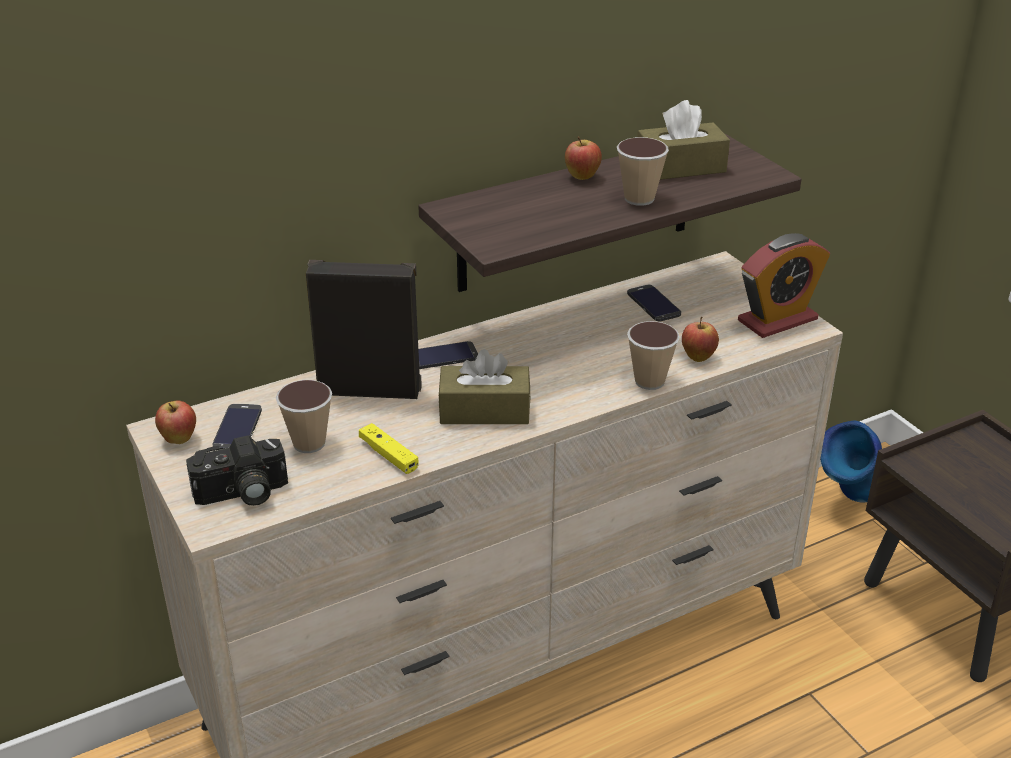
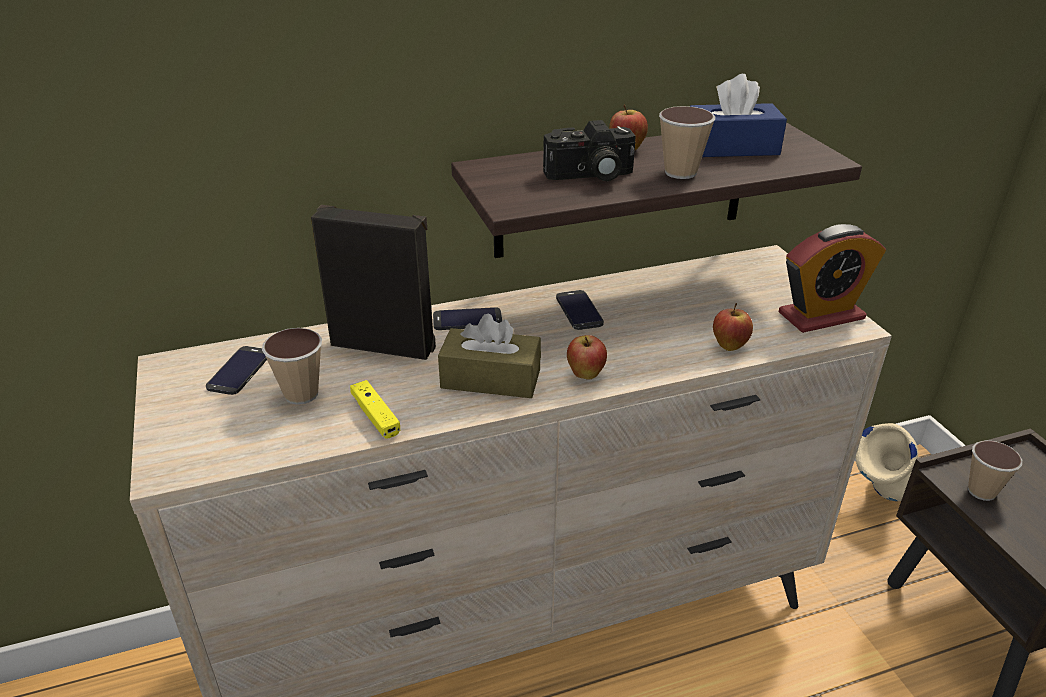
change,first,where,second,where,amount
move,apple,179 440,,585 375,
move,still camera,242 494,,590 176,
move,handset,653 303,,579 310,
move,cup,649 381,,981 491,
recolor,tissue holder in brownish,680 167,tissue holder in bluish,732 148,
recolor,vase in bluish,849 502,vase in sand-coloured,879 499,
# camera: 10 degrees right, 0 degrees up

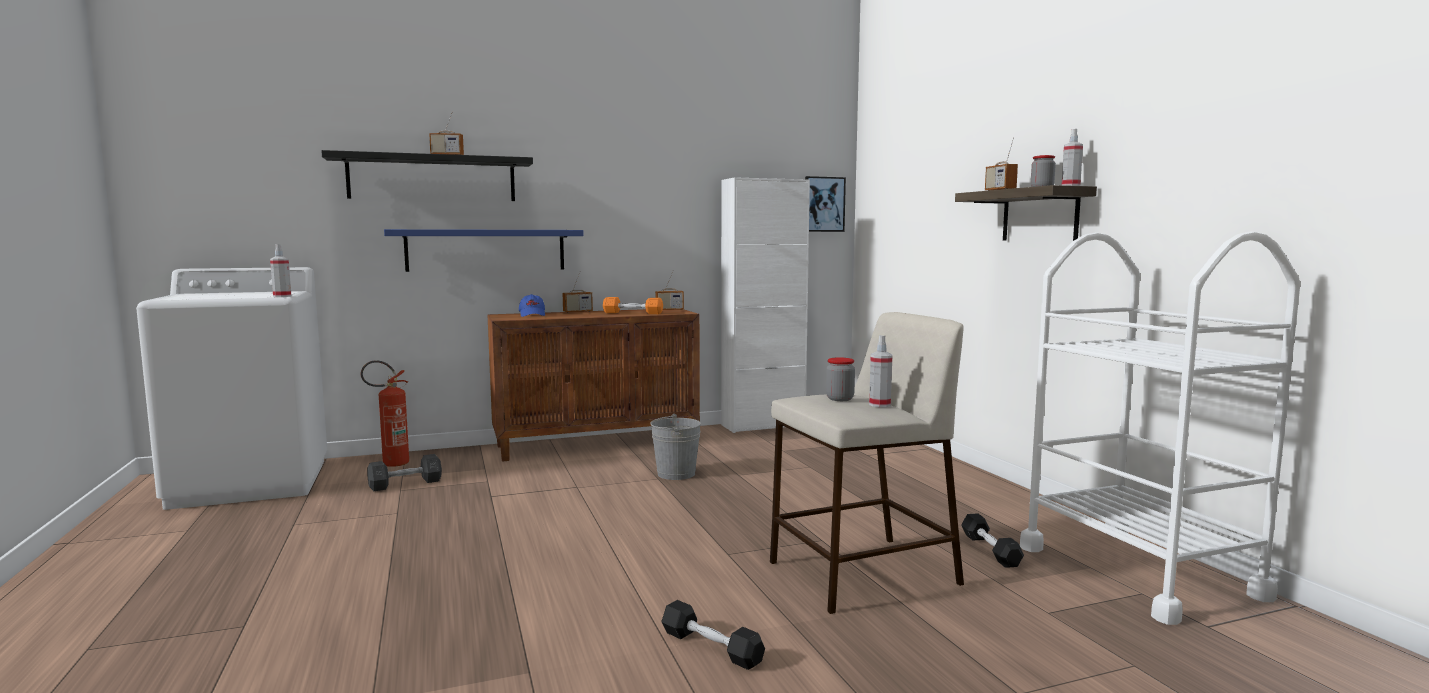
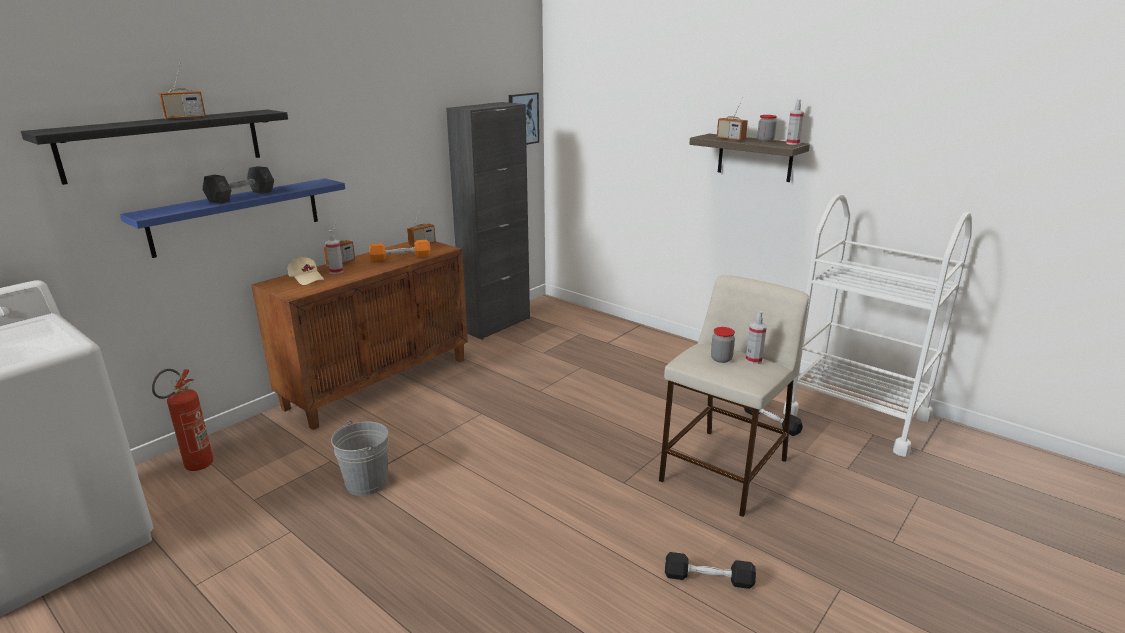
change,first,where,second,where,amount
move,sprayer,282 296,,336 271,
move,dumbbell in grey,405 484,,241 196,
recolor,peaked cap in bluish,532 315,peaked cap in sand-coloured,307 278,
move,bucket in grey,676 474,,366 483,
recolor,cabinet in white-coloured,763 425,cabinet in blackish,496 324,
# camera: 30 degrees left, 15 degrees up

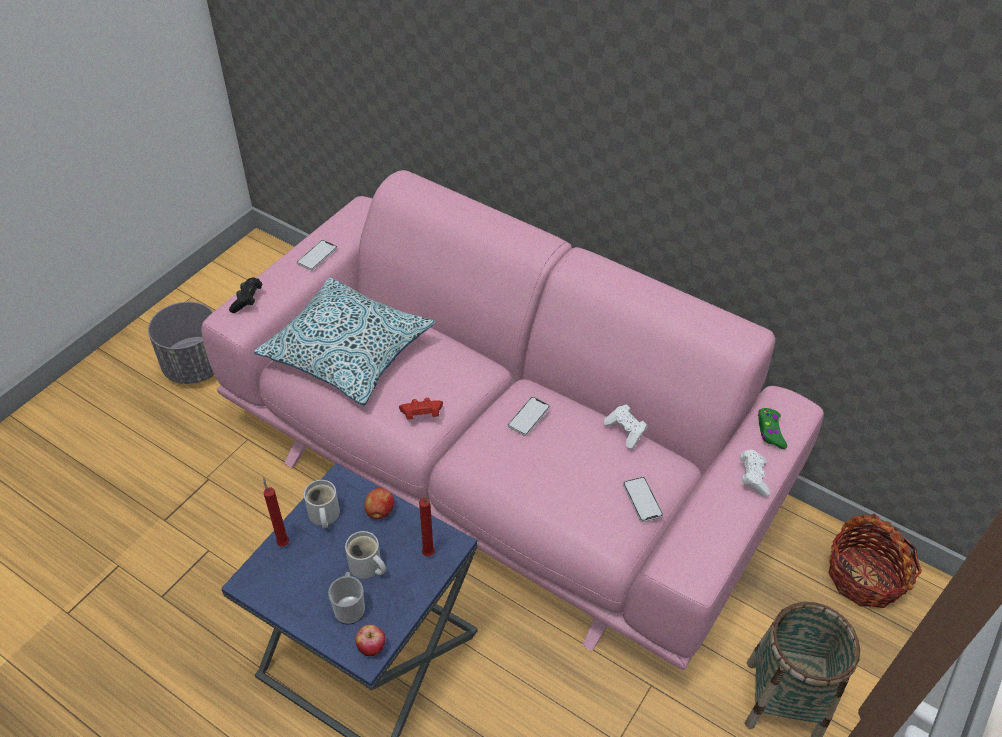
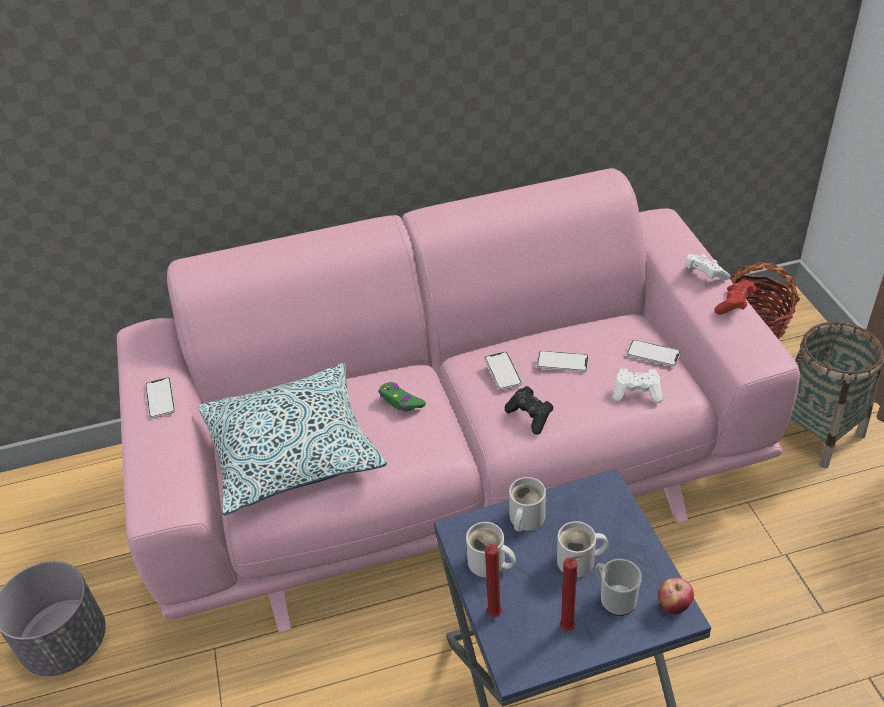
change,first,where,second,where,amount
move,game controller in blackish,247 301,,530 416,
replace,apple,379 511,coffee mug in white-coloured,524 519,
move,game controller in red,421 415,,734 305,
move,wax candle in red,429 555,,570 628,
move,game controller in white-coloured,625 431,,637 393,
move,game controller in green,770 431,,401 401,
insert,,,handset,562 362,
# camera: 45 degrees left, 5 degrees down

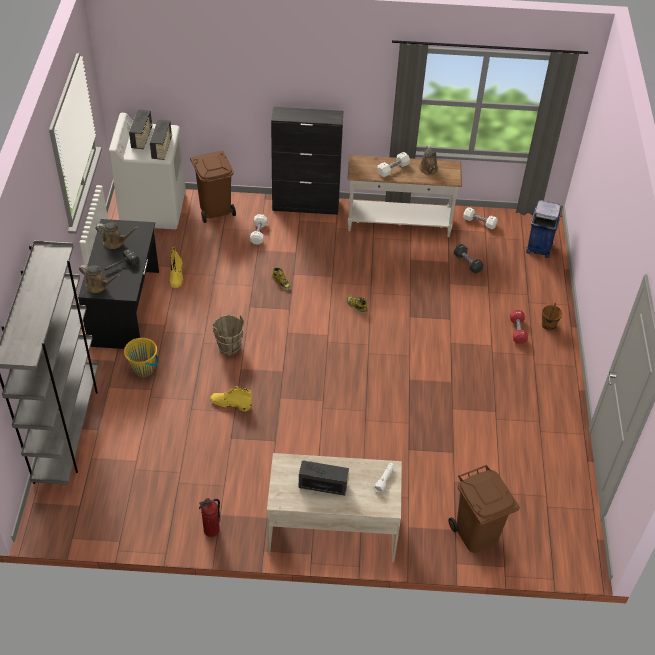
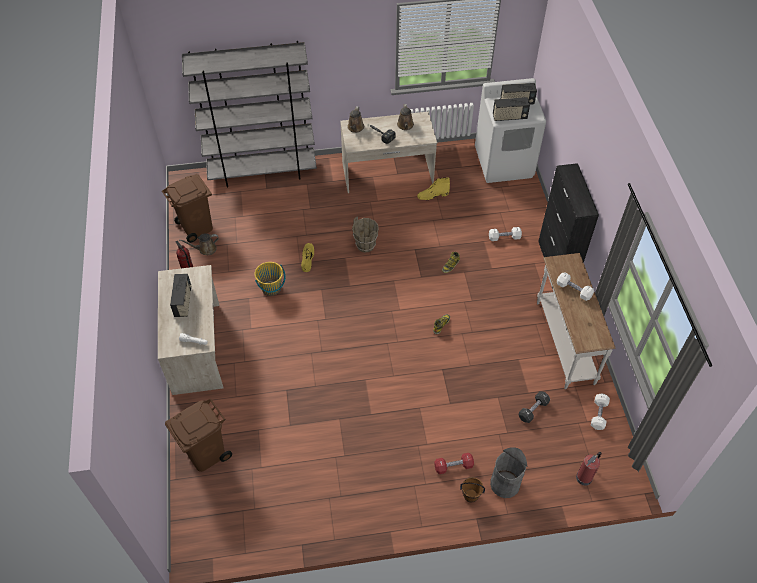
change,first,where,second,where,amount
recolor,desk unit in blackish,126 308,desk unit in sand-coloured,387 174,
move,bucket in yellow,143 369,,271 288,
move,rubbish bin in brownish,216 209,,197 227,
move,watering pot in brownish,428 170,,205 249,
replace,rubbish bin in bluish,538 247,fire-fighting cylinder,584 477,
insert,,,rubbish bin in grey,505 484,
# camera: 80 degrees right, 5 degrees up

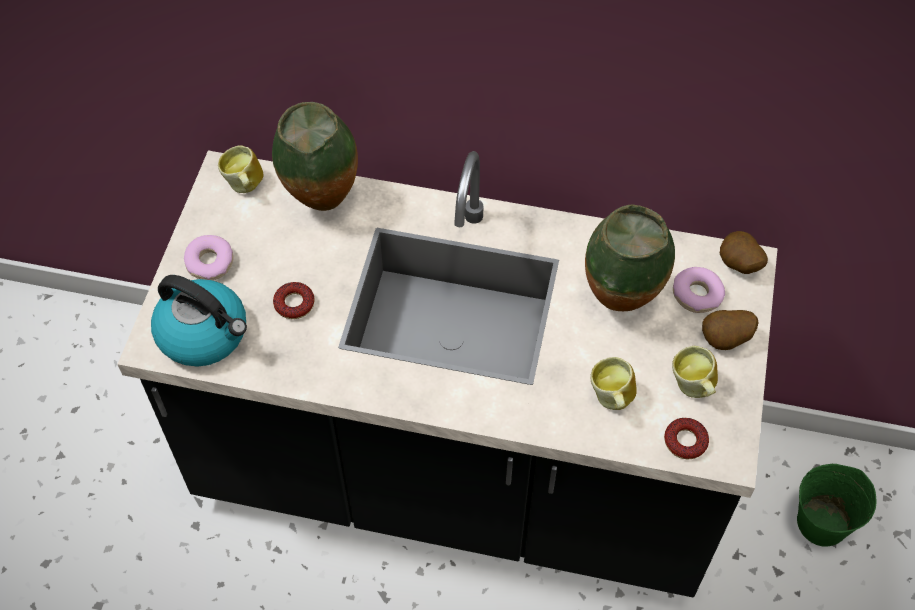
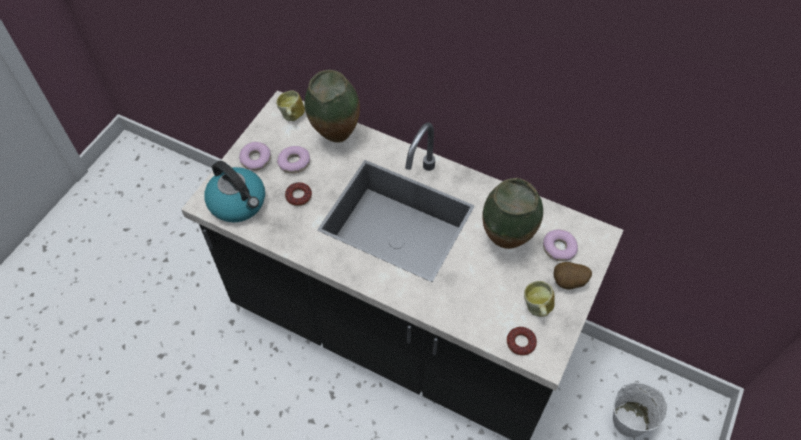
change,first,where,second,where,amount
delete,coffee mug,611 400,,,
delete,spud,738 266,,,
recolor,bucket in green,823 522,bucket in white-coloured,630 420,
insert,,,ring doughnut,294 163,
# camera: 15 degrees right, 0 degrees up

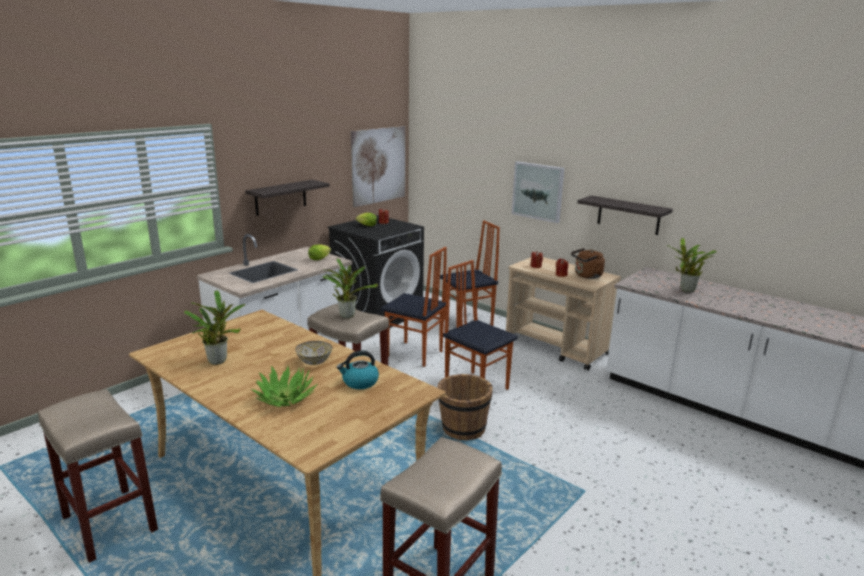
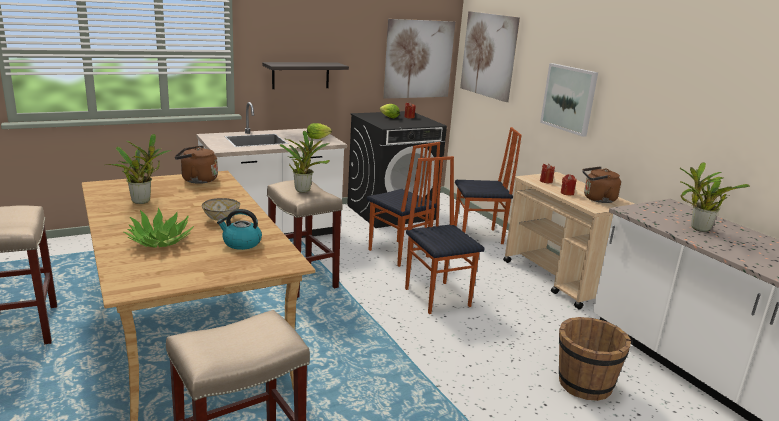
change,first,where,second,where,amount
move,bucket in brownish,463 429,,584 384,
delete,bracket shelf,628 215,,,
insert,,,tea kettle in brownish,197 180,
insert,,,wall picture,488 55,
# camera: 20 degrees right, 0 degrees up

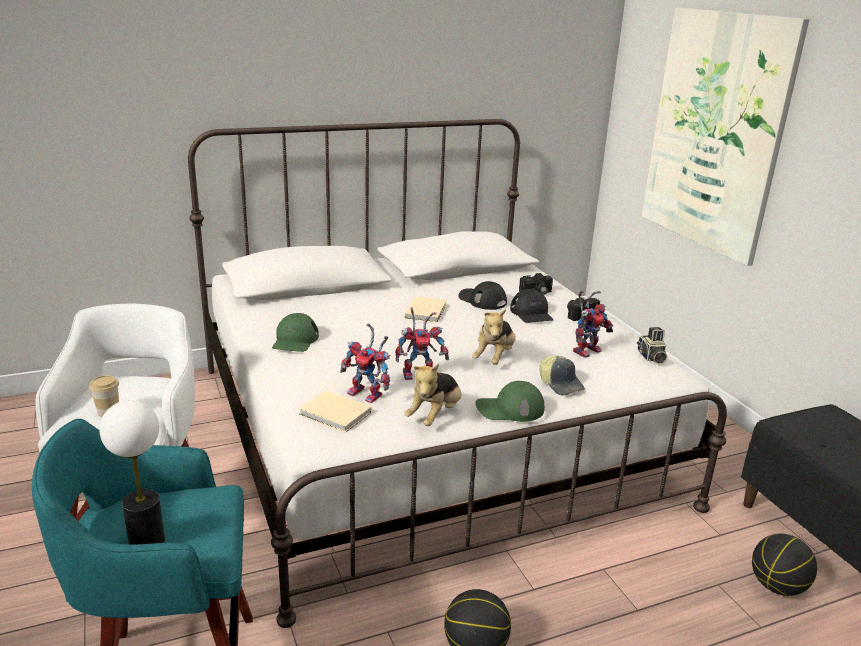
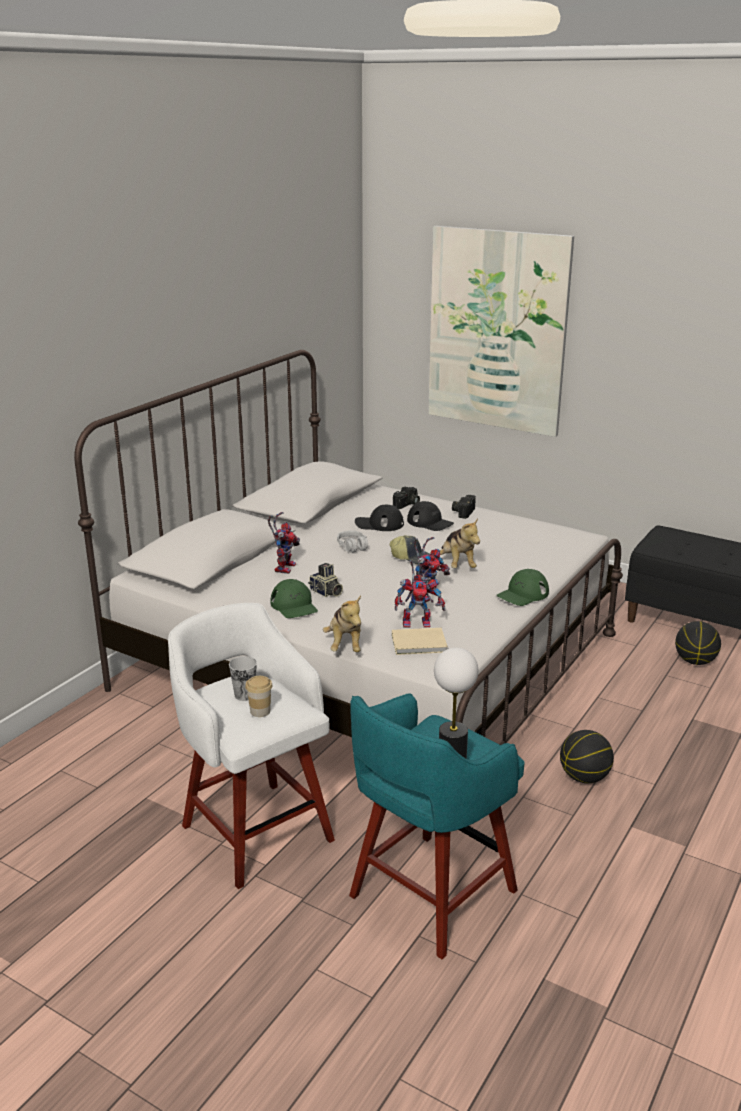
change,first,where,second,where,amount
replace,volume in sand-coloured,426 311,headset in grey,352 547,
move,soft toy,435 415,,345 645,
move,peaked cap,561 384,,411 557,
move,toy robot,587 349,,284 566,
move,still camera,651 357,,326 592,
insert,,,cup,244 695,
# camera: 35 degrees left, 0 degrees up

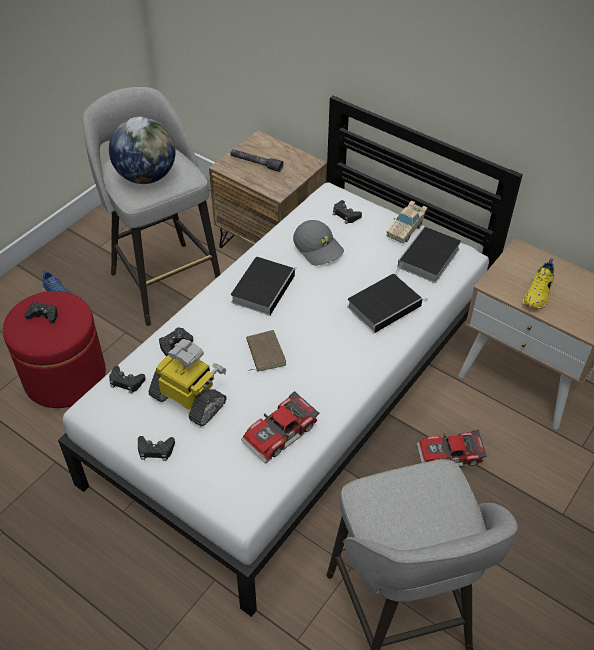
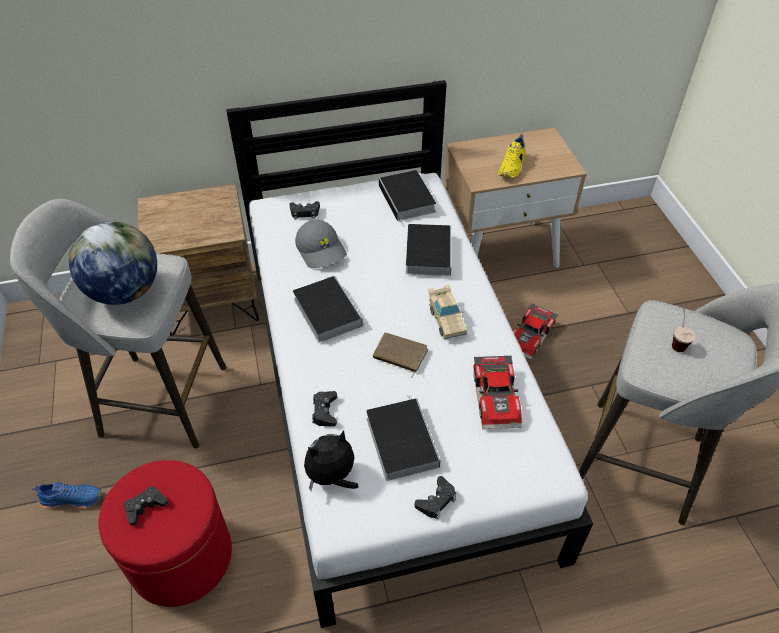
change,first,where,second,where,amount
replace,game controller in blackish,126 382,soft toy,332 477,
replace,toy robot,189 399,volume,400 439,
delete,flashlight in grey,256 163,,,
rotate,peaked cap in grey,319 248,,322 250,60 degrees clockwise
move,miniature car in sand-coloured,406 229,,446 319,
rotate,shoe in yellow,538 294,,512 167,45 degrees clockwise
insert,,,cup,676 340,
# camera: 50 degrees left, 0 degrees up

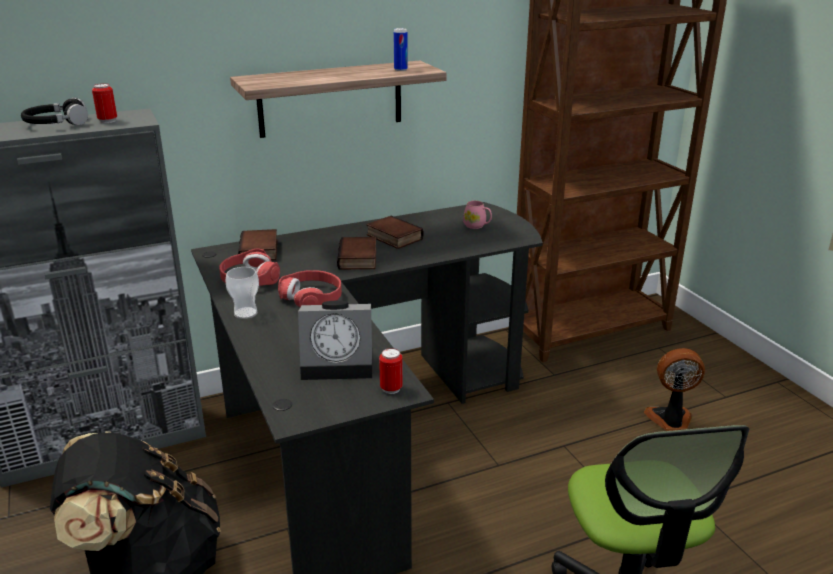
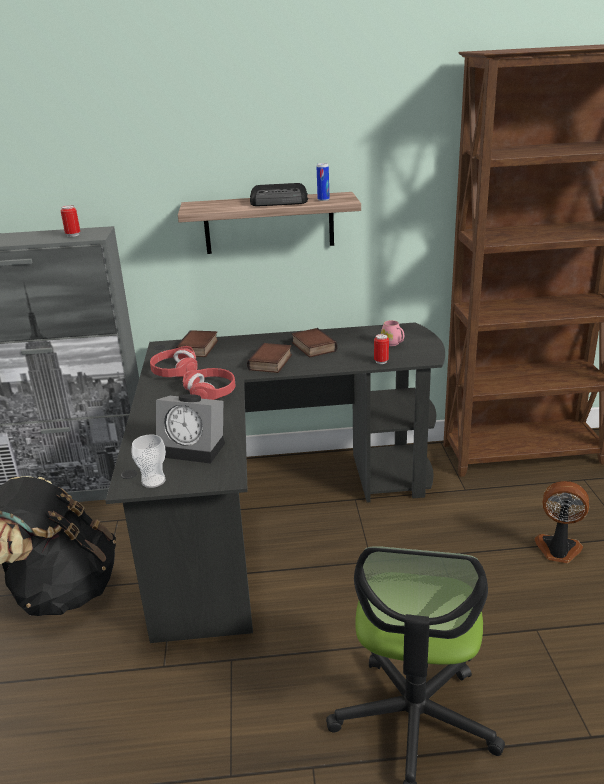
change,first,where,second,where,amount
delete,headset in blackish,56 123,,,
move,cup,245 313,,153 481,
move,metal can,391 389,,381 361,
insert,,,radio,280 202,
# camera: 20 degrees right, 0 degrees up

